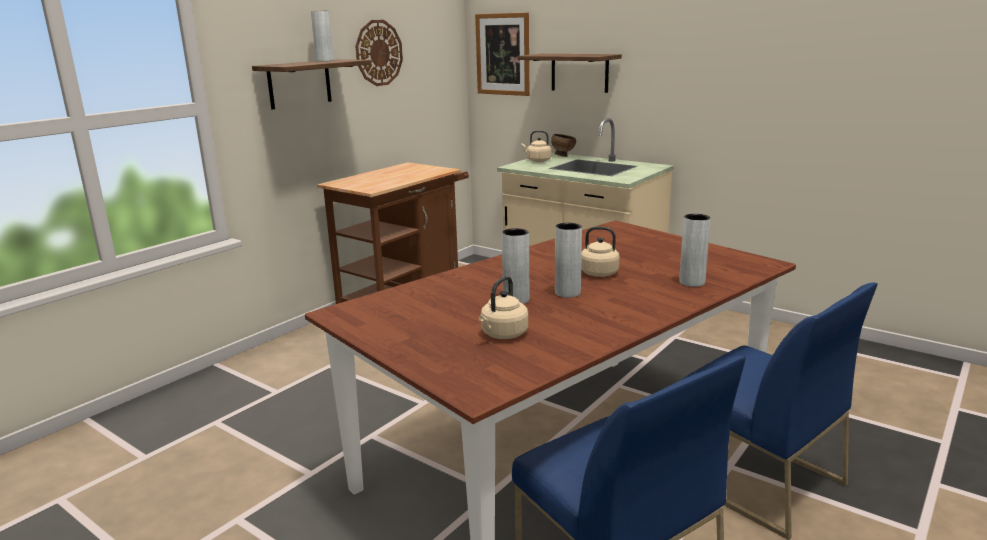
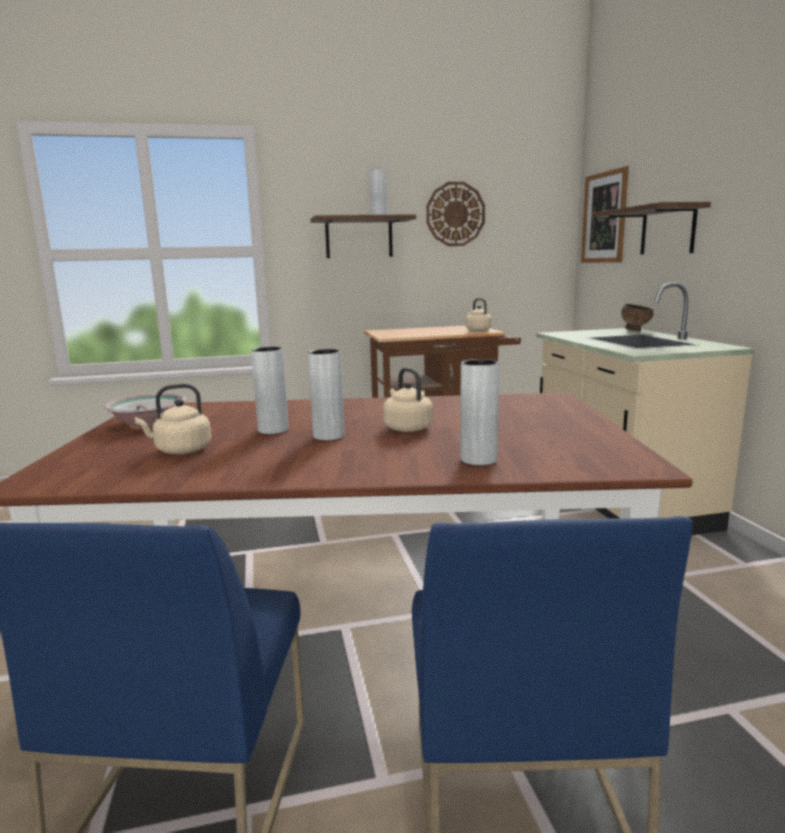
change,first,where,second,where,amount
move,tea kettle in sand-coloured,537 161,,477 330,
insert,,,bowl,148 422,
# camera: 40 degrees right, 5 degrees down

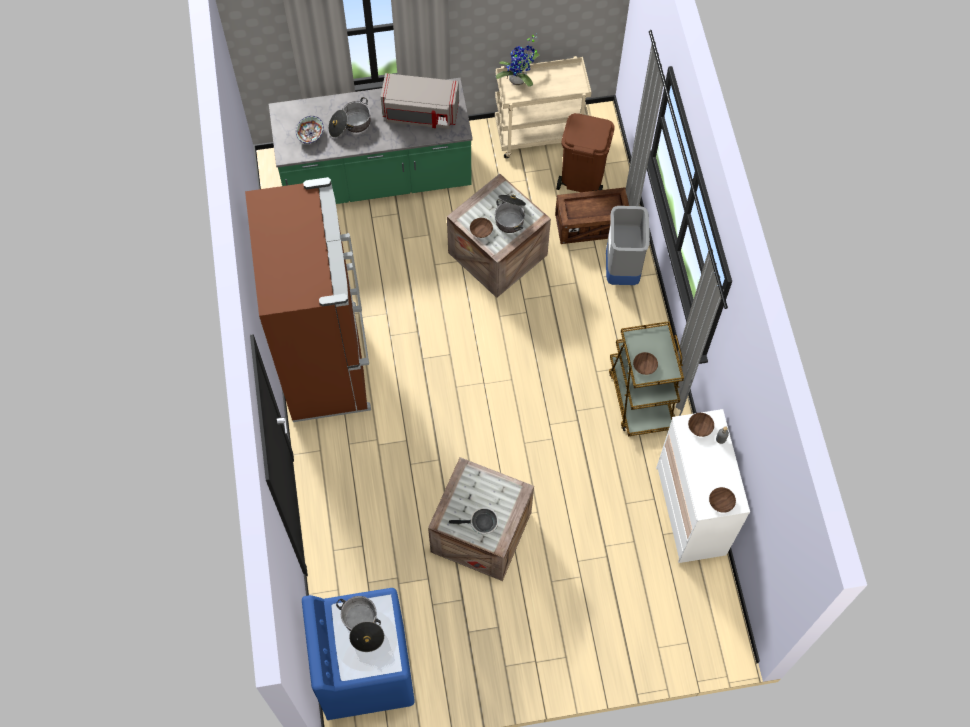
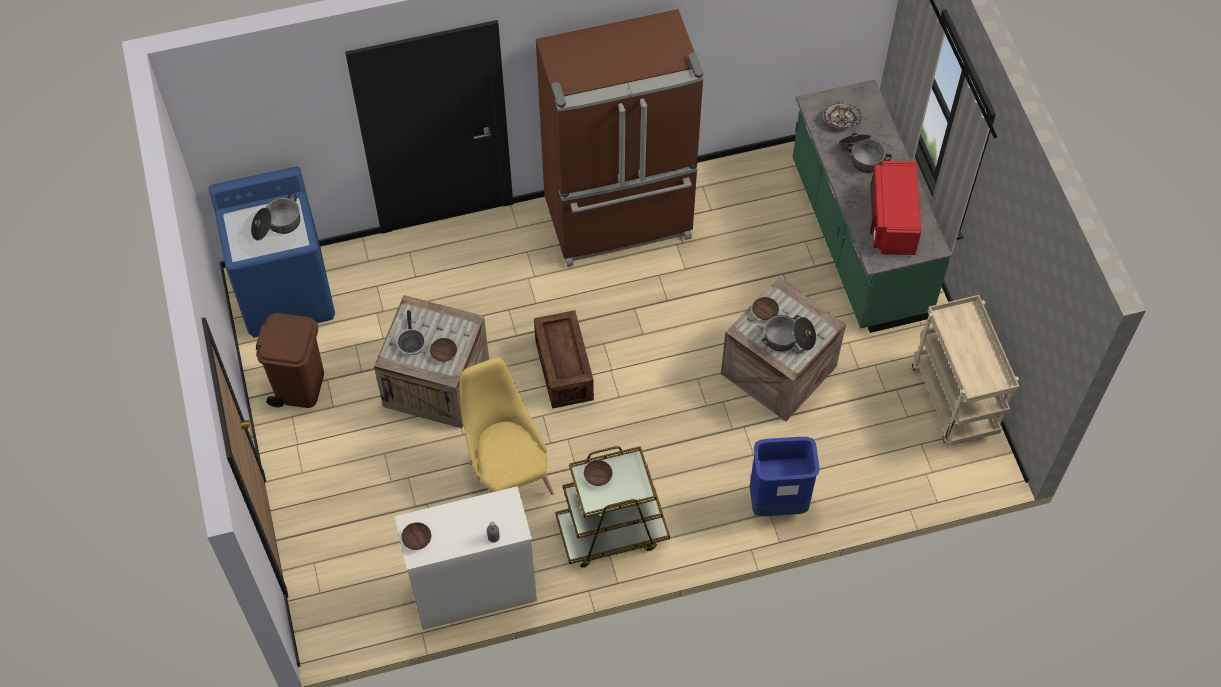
change,first,where,second,where,amount
recolor,microwave oven in grey,420 113,microwave oven in red,891 220,
delete,potted plant,519 80,,,
move,packing crate,591 225,,564 369,
move,rubbish bin in brownish,581 178,,300 385,
recolor,rubbish bin in grey,621 270,rubbish bin in bluish,778 502,
move,bowl in brownish,700 427,,443 353,
insert,,,plain chair in yellow,507 473,
# camera: 85 degrees right, 5 degrees down

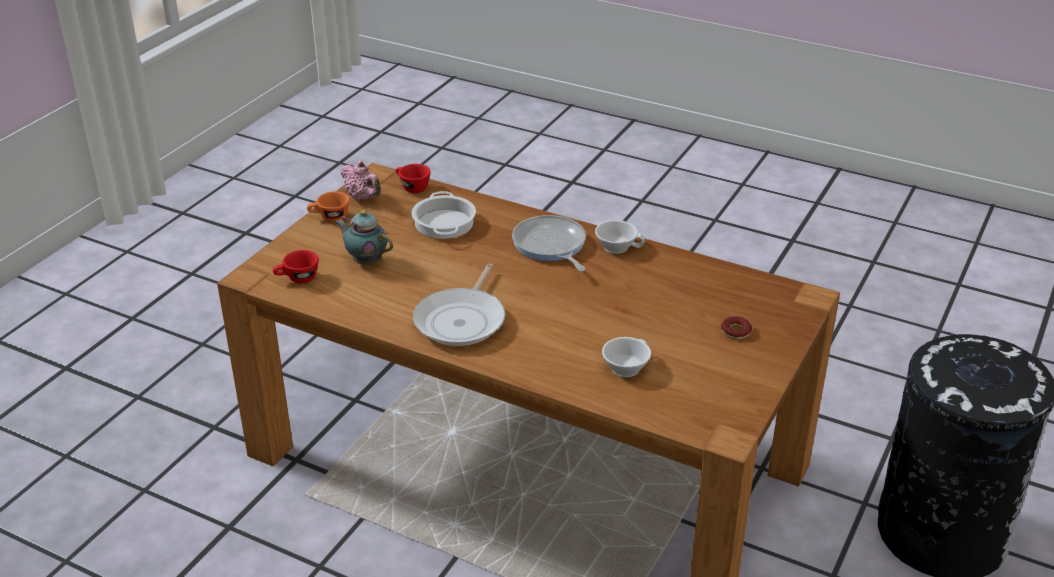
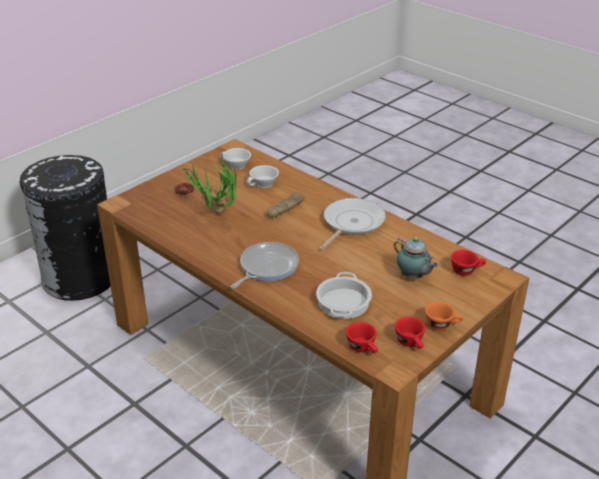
change,first,where,second,where,amount
replace,tea pot in pink-coloured,363 198,cup in red,411 343,
rotate,frying pan,550 246,,266 267,135 degrees counterclockwise
move,cup in white-coloured,617 246,,236 165,
insert,,,potted plant,216 216,
insert,,,baked bread,285 209,
# camera: 165 degrees left, 0 degrees up

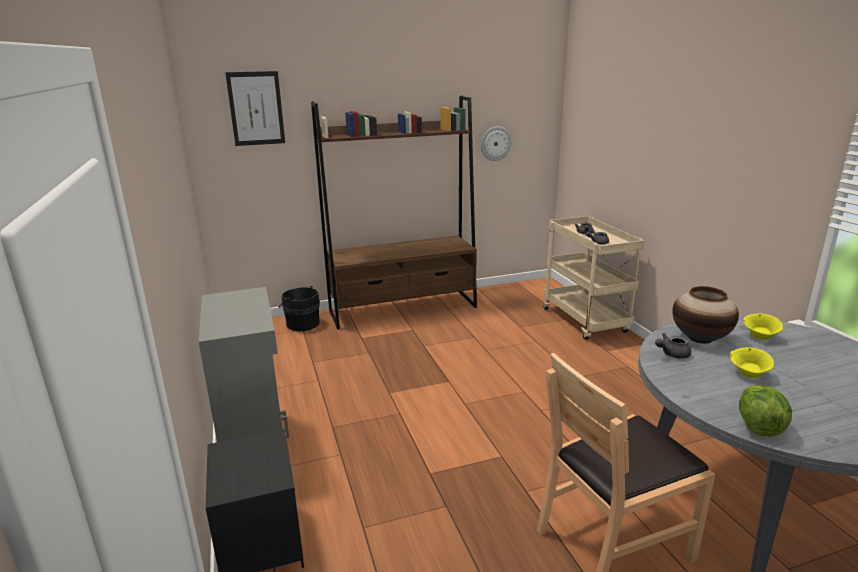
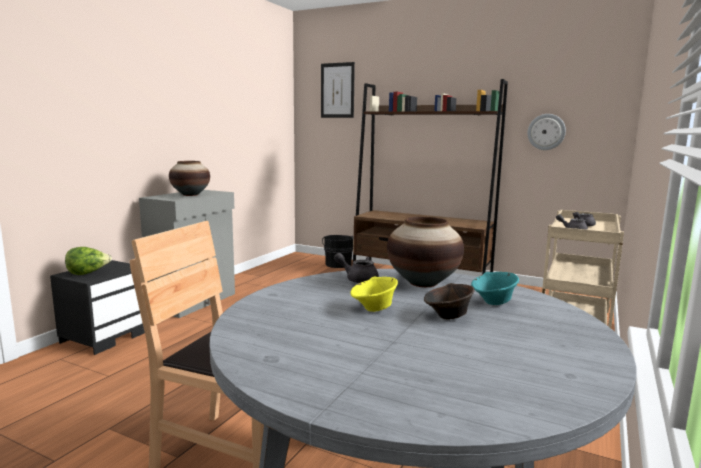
change,first,where,second,where,amount
move,lettuce,758 425,,88 273,
recolor,bowl in yellow,760 337,bowl in blue-green,493 302,
insert,,,vase,190 195,
insert,,,bowl in brownish,448 316,
# camera: 45 degrees right, 10 degrees down

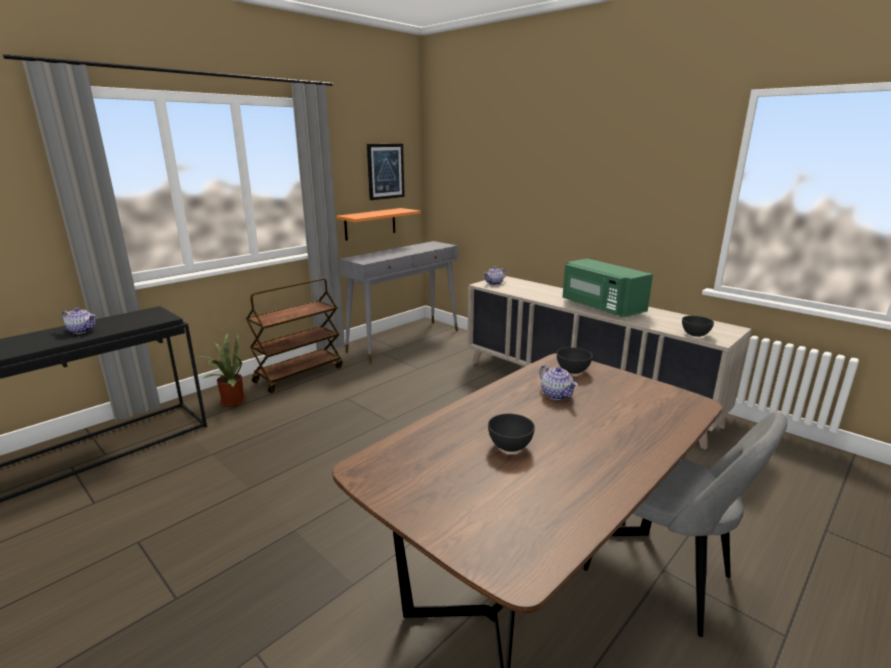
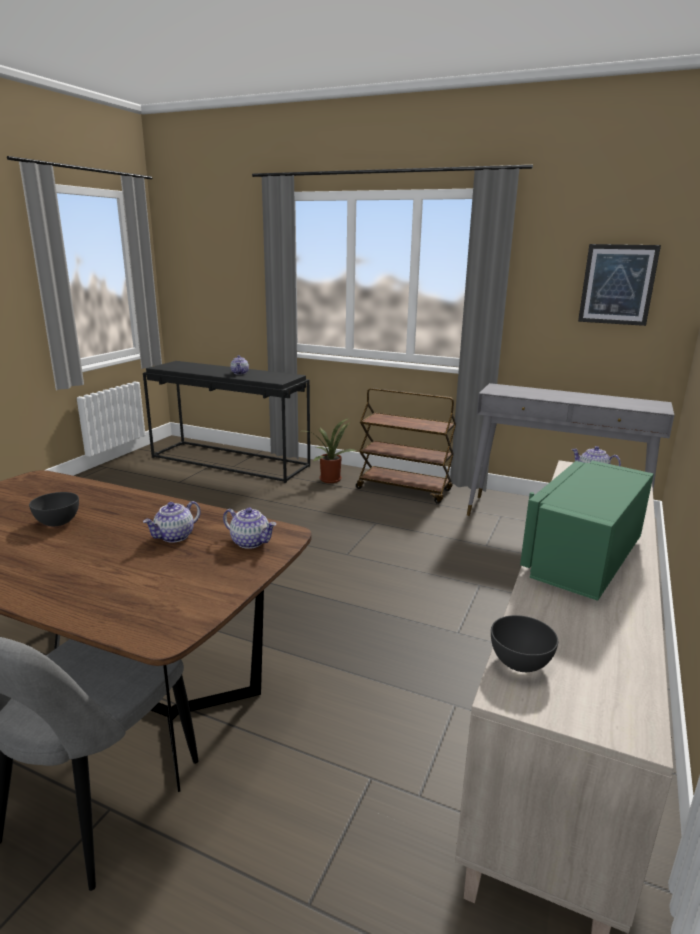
change,first,where,second,where,amount
delete,bracket shelf in orangey,370 224,,,
replace,bowl in grey,572 371,tea pot,251 542,
# camera: 70 degrees right, 0 degrees up

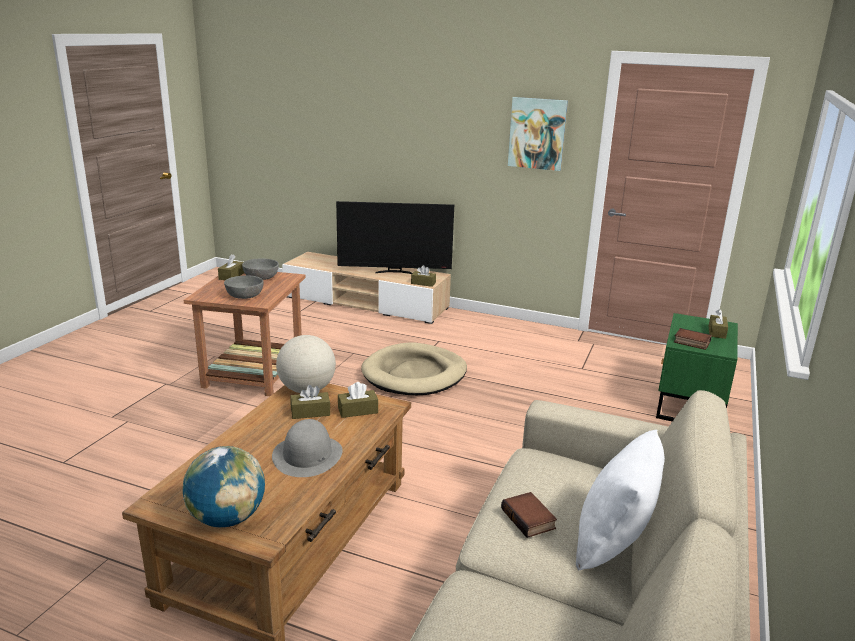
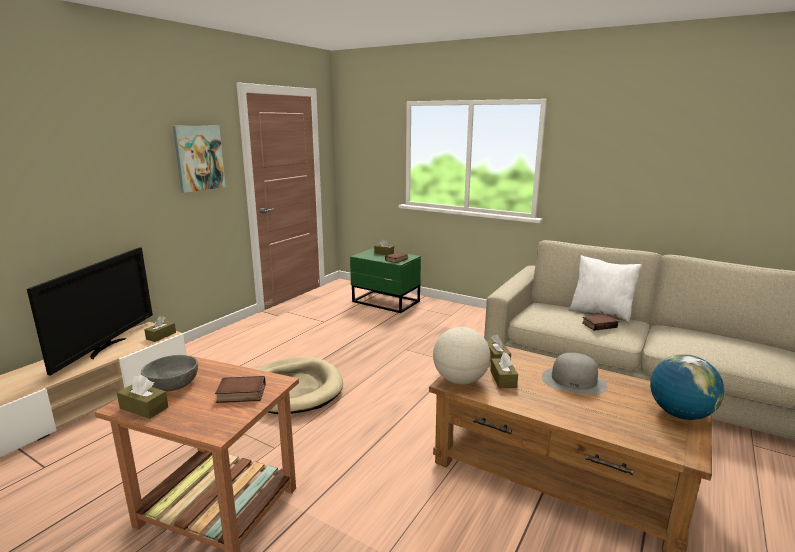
change,first,where,second,where,amount
replace,bowl in grey,244 295,volume,240 394,
# camera: 80 degrees left, 5 degrees down

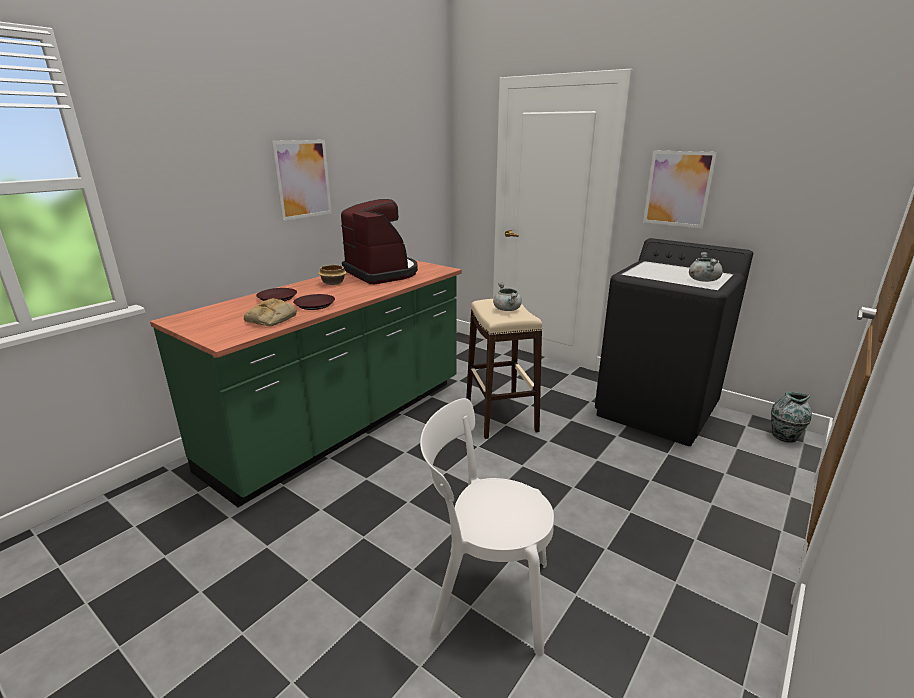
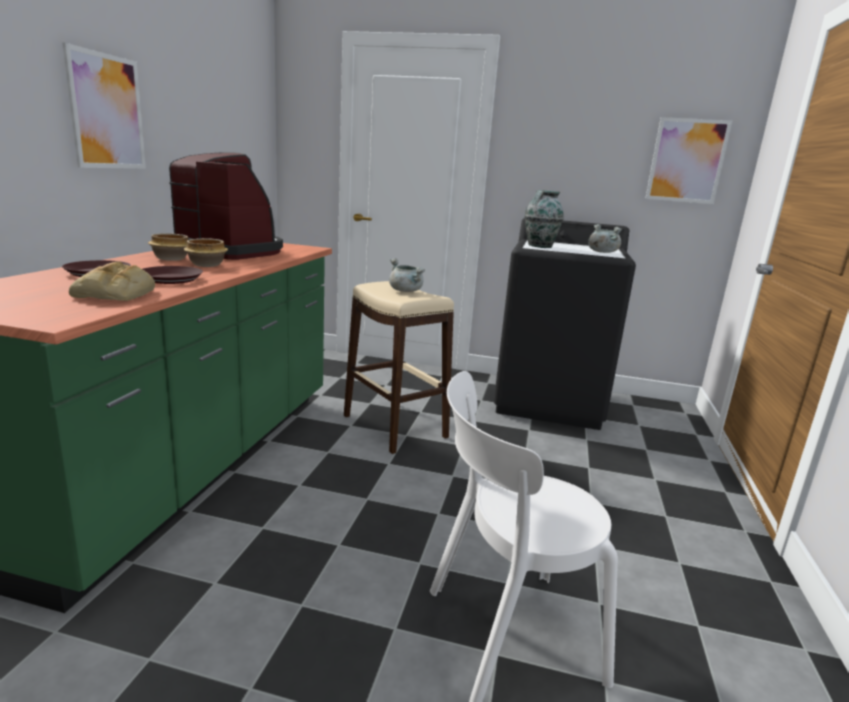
change,first,where,second,where,amount
move,wall picture,678 189,,687 161,
move,vase,783 437,,539 246,
insert,,,bowl,207 265,
# camera: 25 degrees left, 5 degrees down

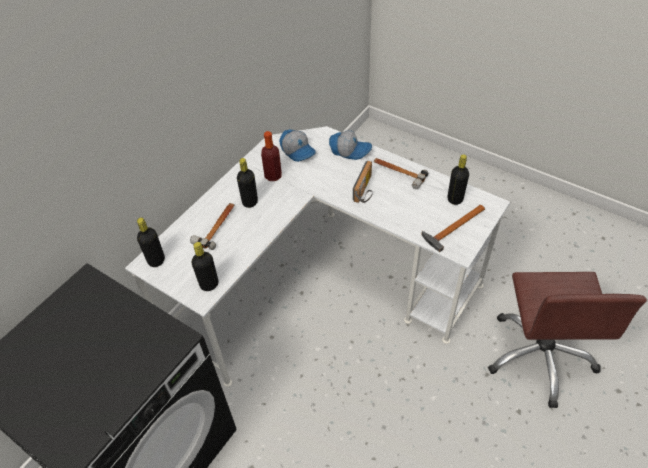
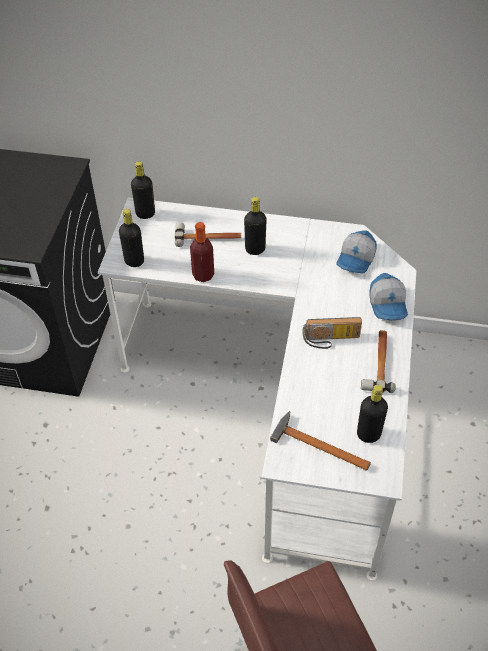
change,first,where,second,where,amount
move,bottle,273 176,,203 275,
# camera: 65 degrees right, 0 degrees up

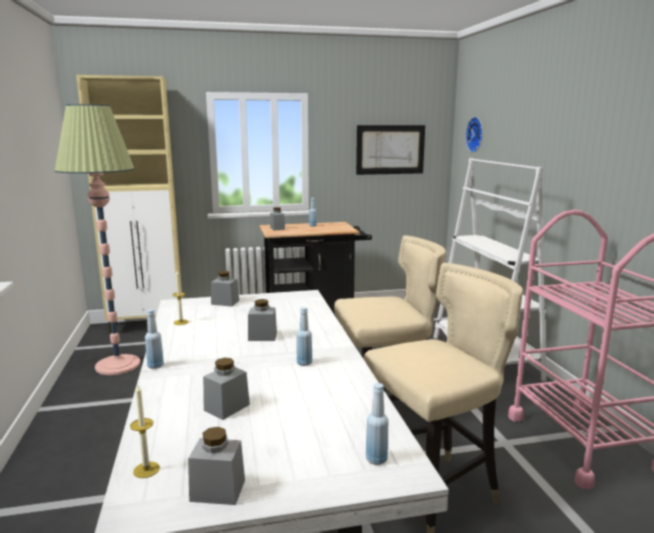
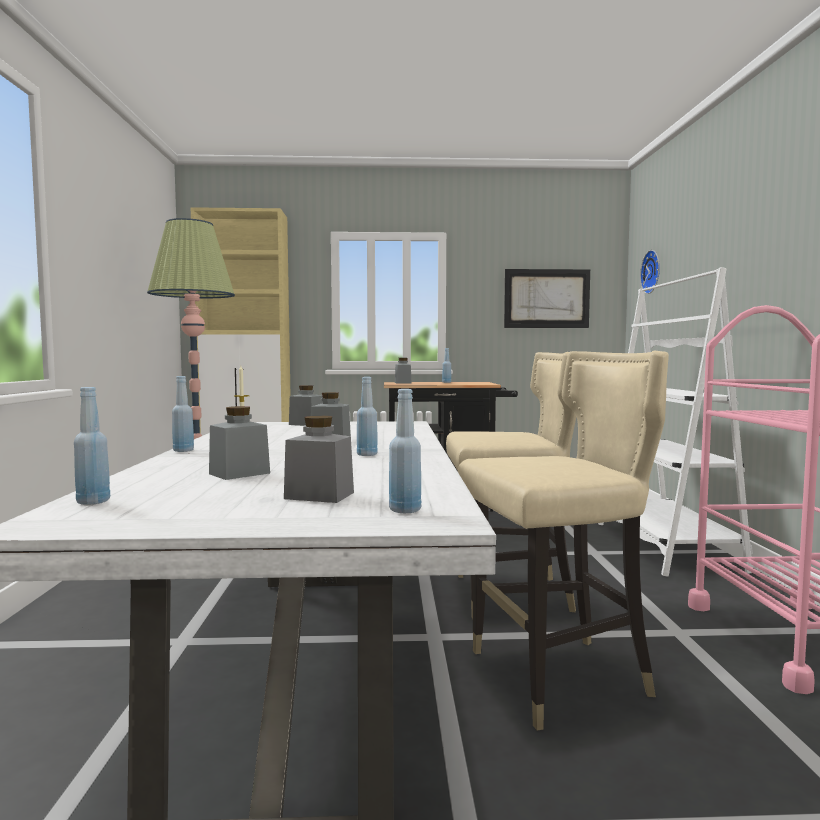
change,first,where,second,where,amount
replace,wax candle,146 469,bottle in bluish,93 502,
move,jar in grey,218 490,,319 495,
# camera: 10 degrees right, 10 degrees down

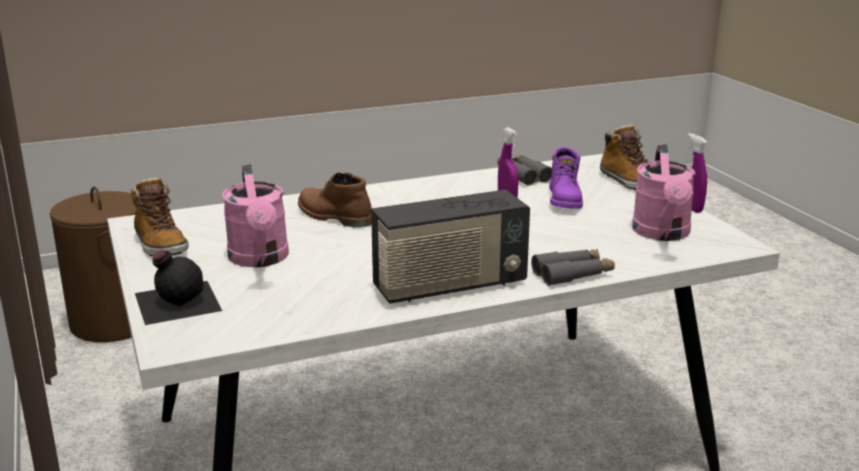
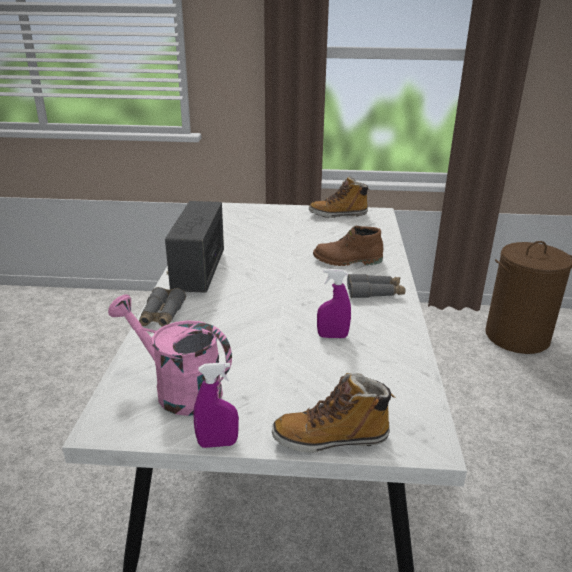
change,first,where,second,where,amount
delete,bottle in blackish,176 301,,,
delete,watering pot in pink-coloured,260 259,,,
rotate,tall boot in brownish,333 216,,347 261,150 degrees counterclockwise
move,field glasses in grey,523 175,,375 292,
delete,tall boot in purple-coloured,565 199,,,
# camera: 115 degrees right, 5 degrees up

